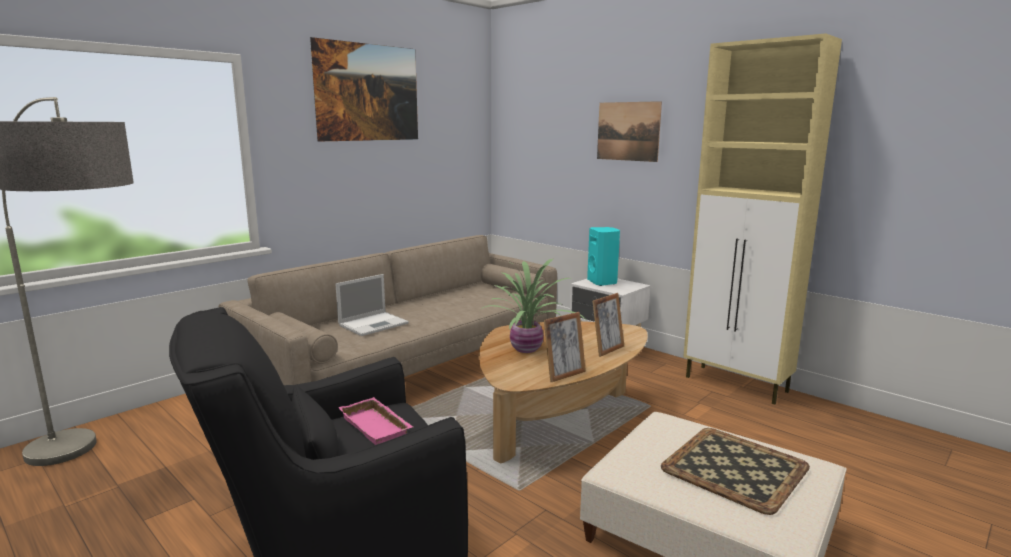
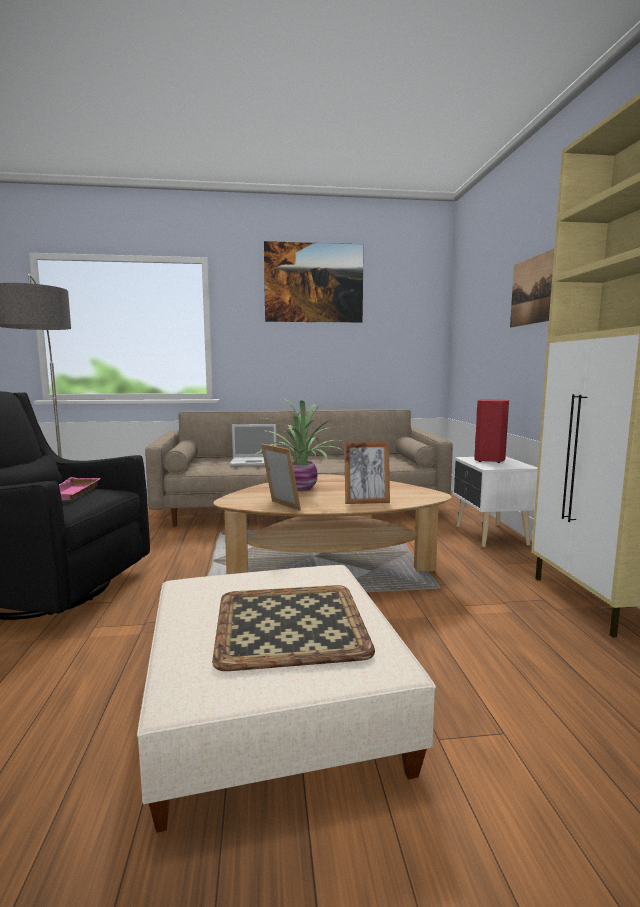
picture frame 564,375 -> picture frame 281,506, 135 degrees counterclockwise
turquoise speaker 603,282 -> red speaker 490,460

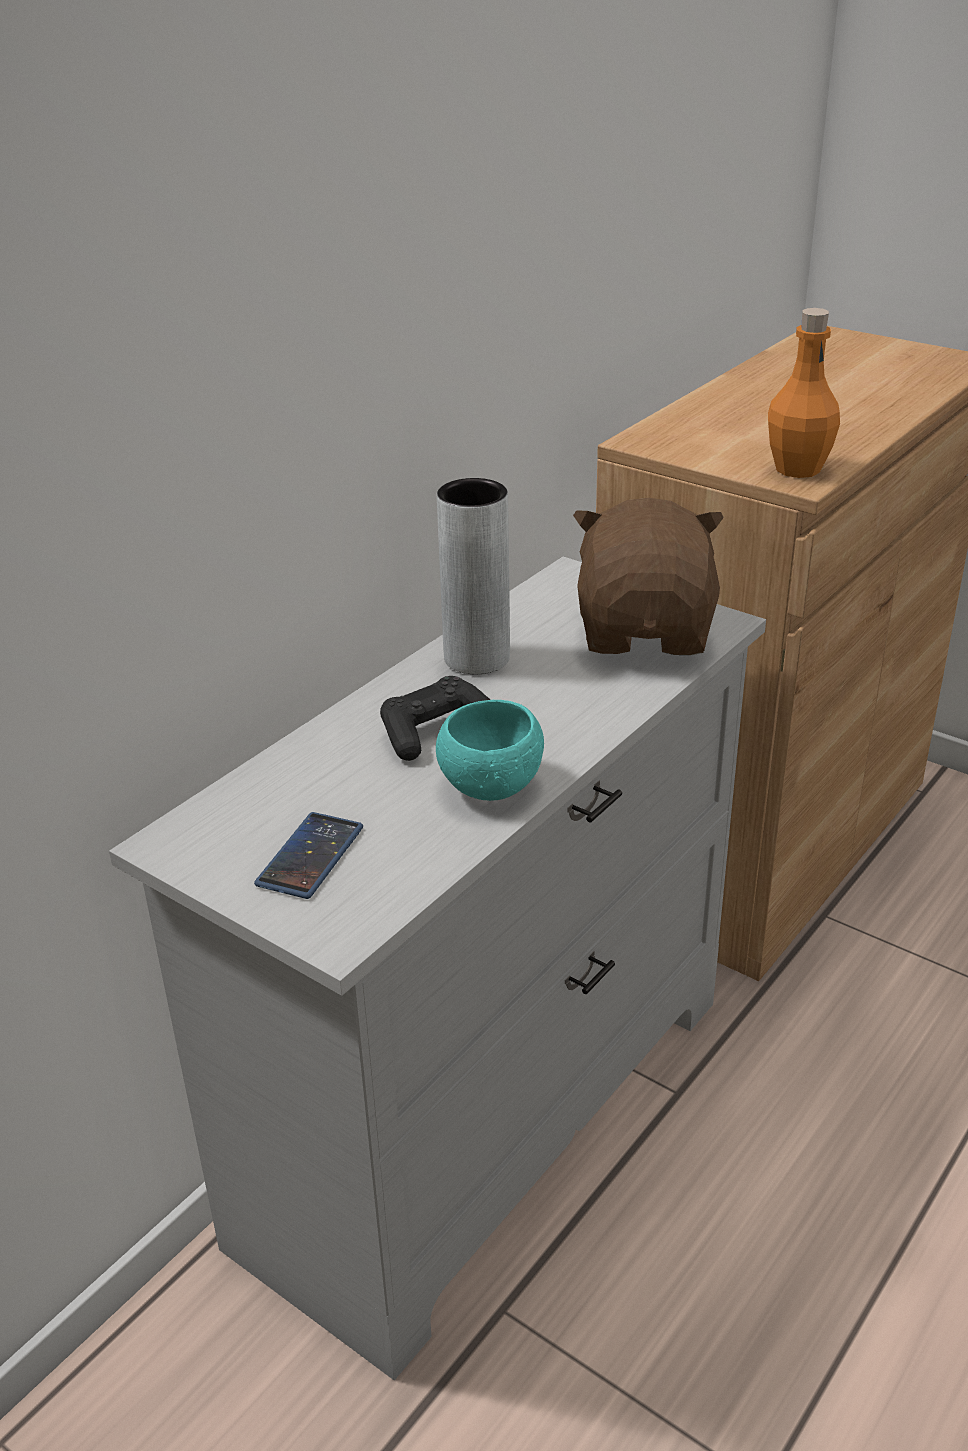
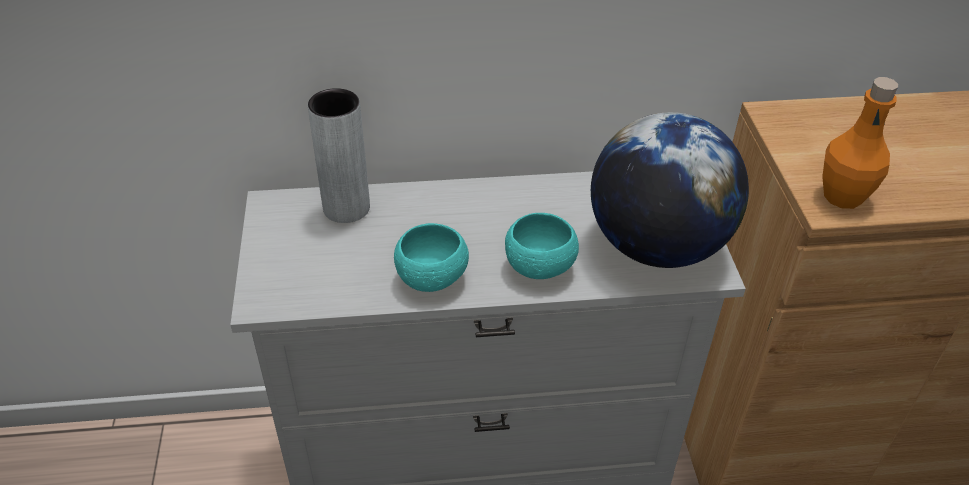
grey vase 477,658 -> grey vase 346,208, move
none -> turquoise bowl 539,267
brown plush toy 646,632 -> globe 656,247
phone 310,856 -> none
black game controller 435,731 -> none

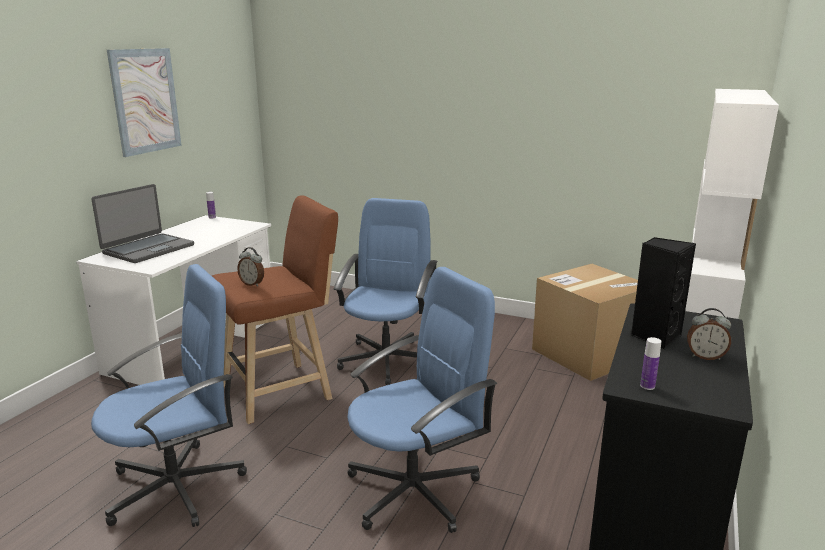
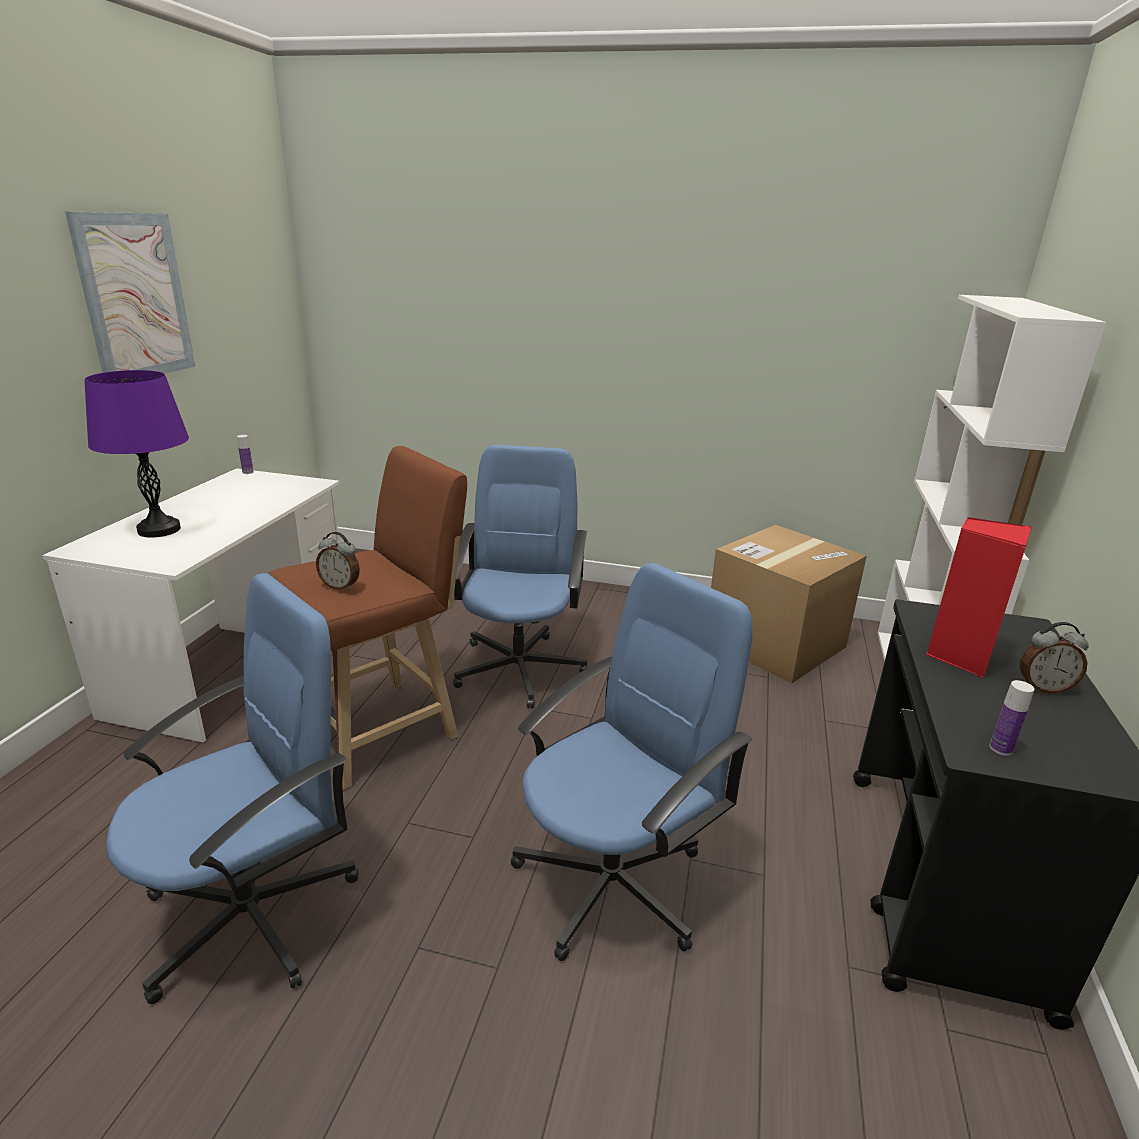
laptop 148,249 -> purple table lamp 159,530
black speaker 655,336 -> red speaker 959,656

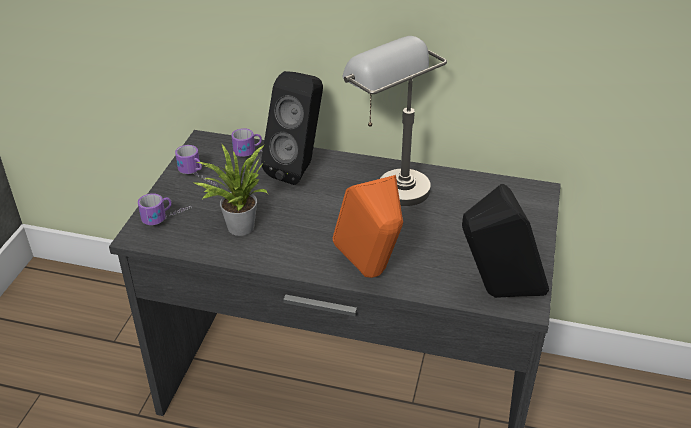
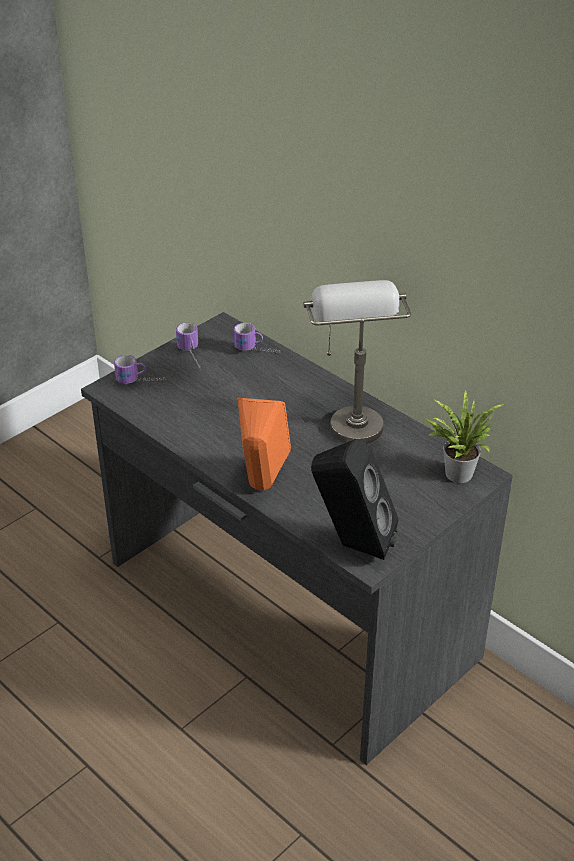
potted plant 237,225 -> potted plant 456,472, move
black speaker 299,169 -> none

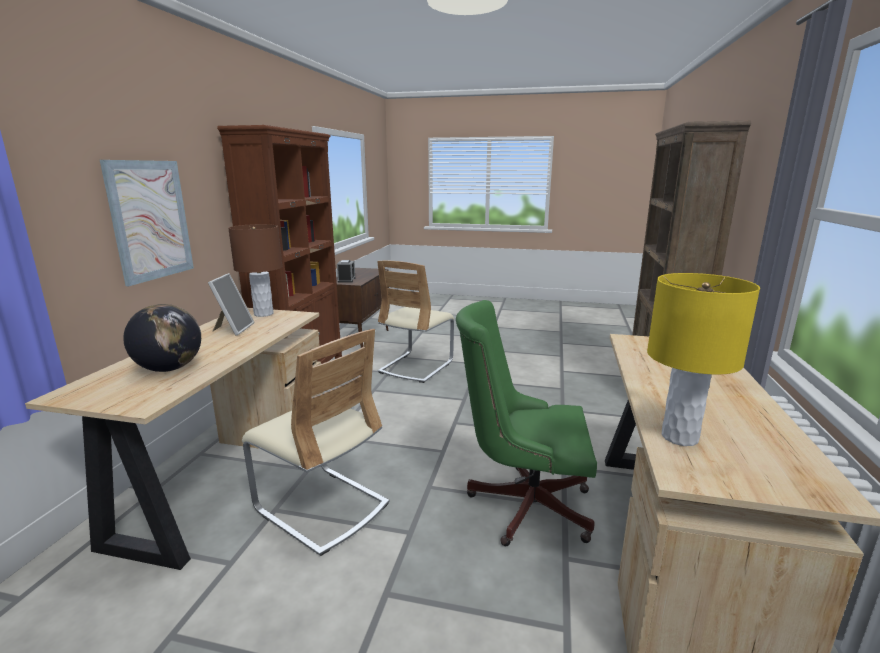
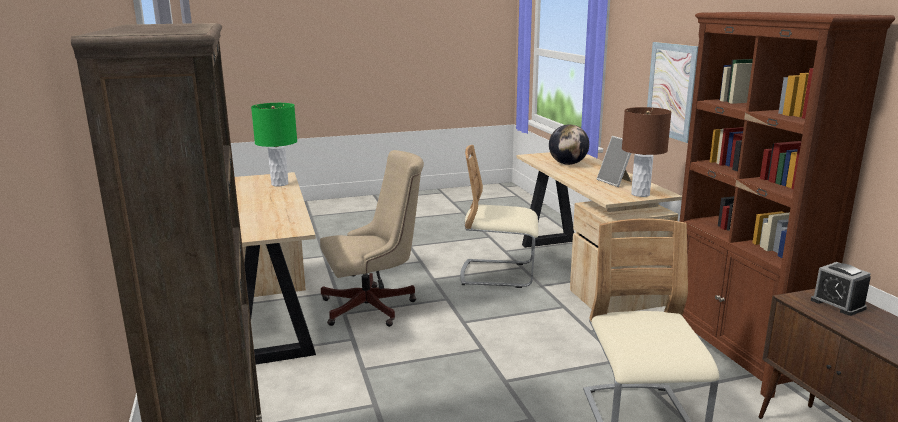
yellow table lamp 679,437 -> green table lamp 279,184
green office chair 522,504 -> beige office chair 374,307

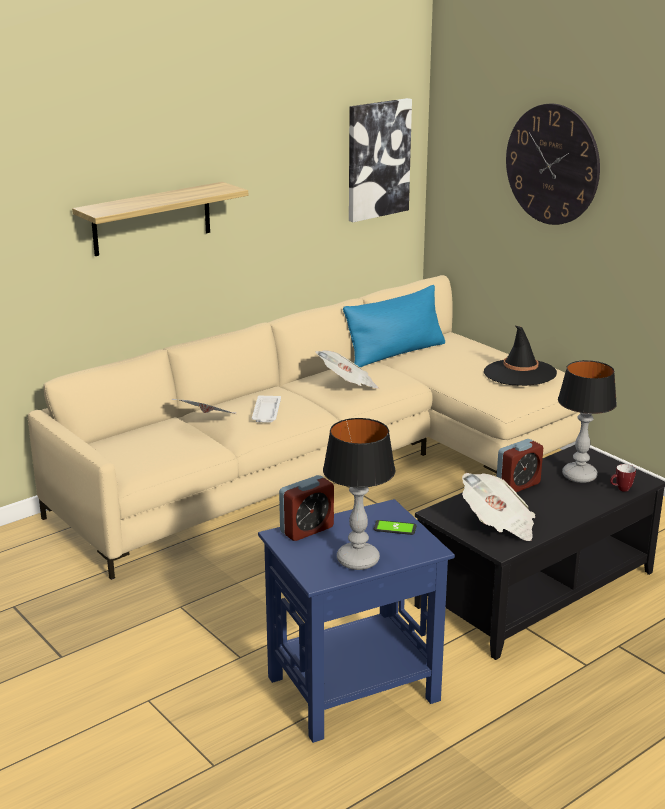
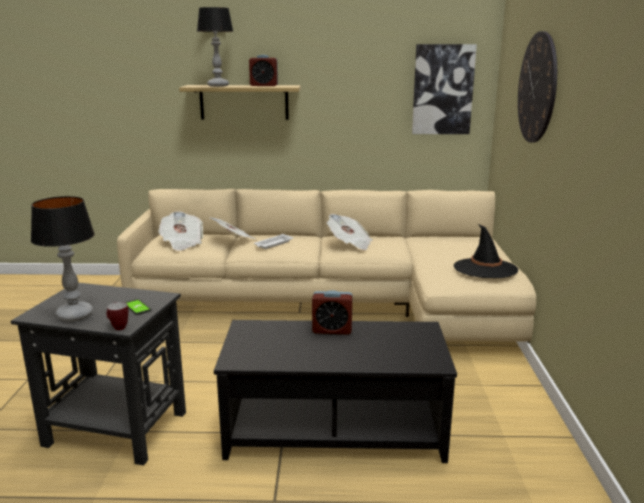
blue side table 351,689 -> black side table 115,428
mug 621,489 -> mug 117,327, move
newspaper 498,525 -> newspaper 182,243, move
table lamp 578,476 -> table lamp 217,86, move
alarm clock 307,530 -> alarm clock 264,85, move
blue pillow 396,353 -> none

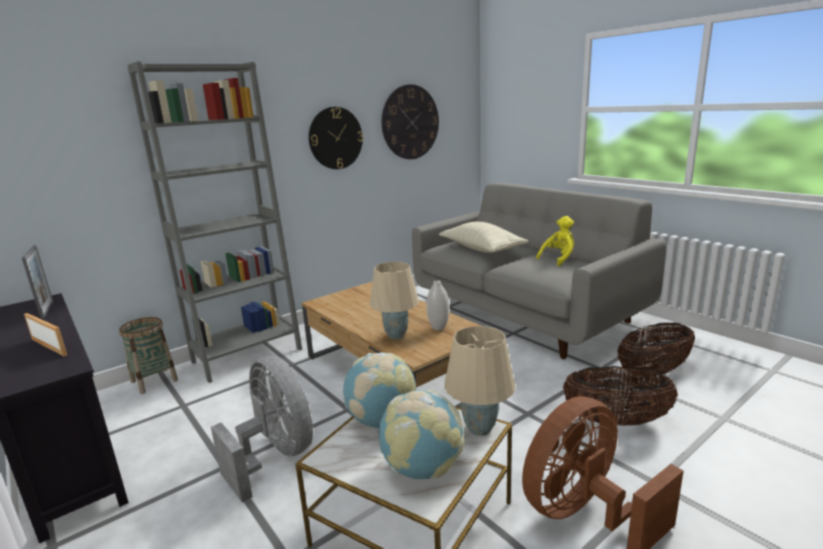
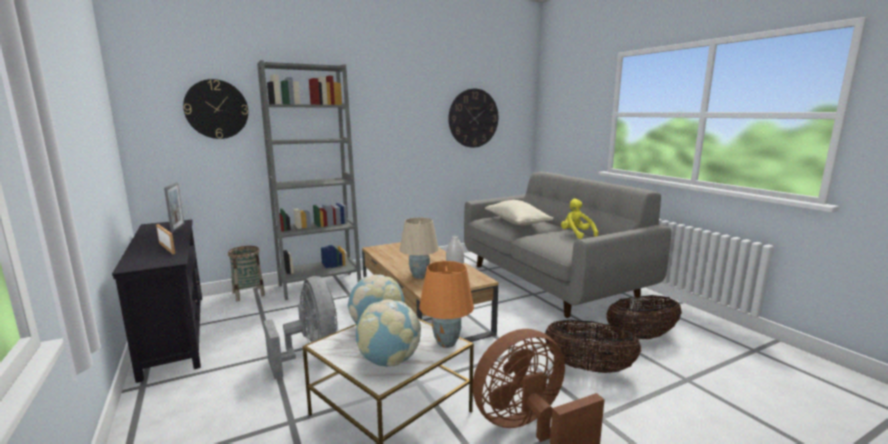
wall clock 335,138 -> wall clock 216,109, move
beige table lamp 479,429 -> orange table lamp 445,343
yellow plush toy 558,258 -> yellow plush toy 576,235, 90 degrees counterclockwise

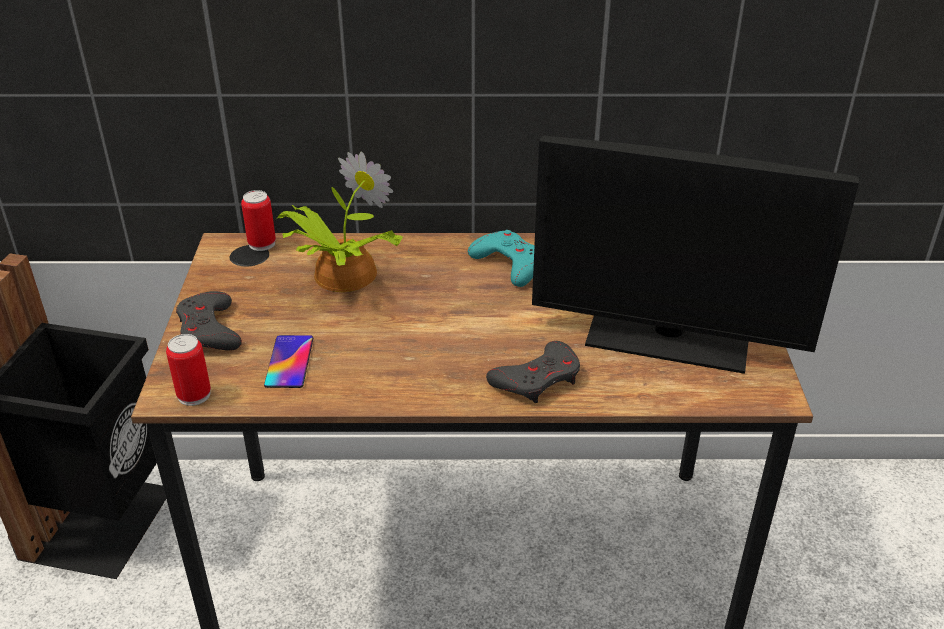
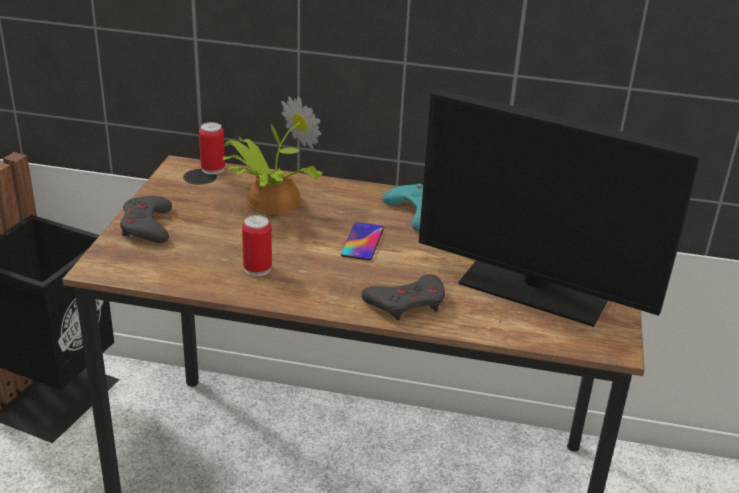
can 194,395 -> can 257,268, move
phone 289,362 -> phone 362,242, move

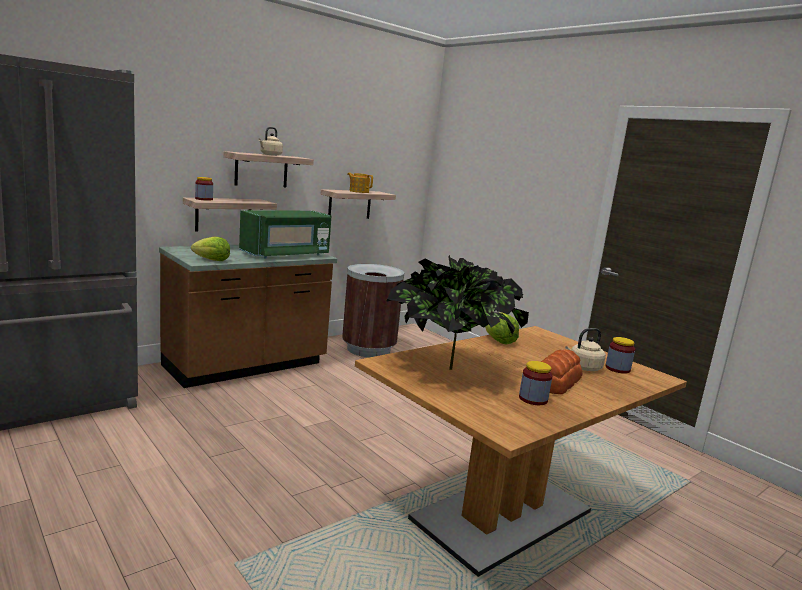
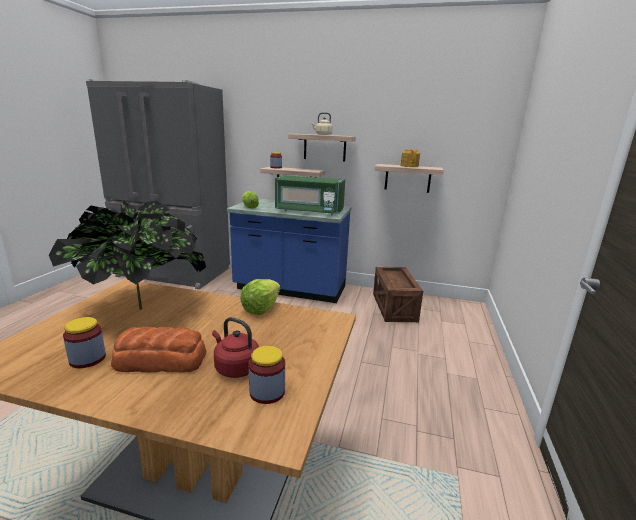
beige kettle 583,368 -> red kettle 235,368
brown counter 246,366 -> blue counter 290,289
brown trash can 369,349 -> crate 394,307

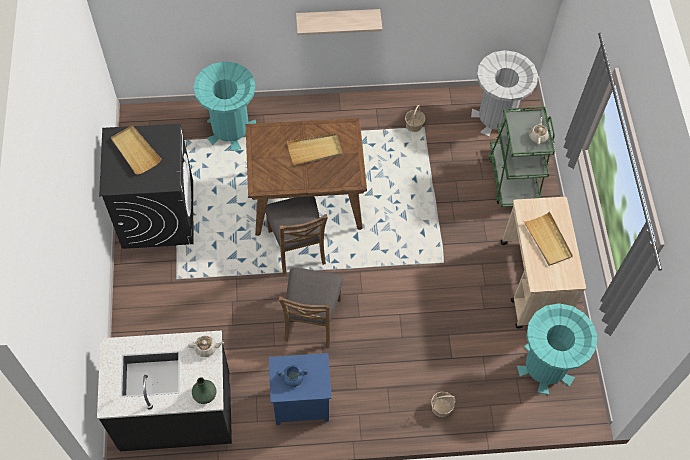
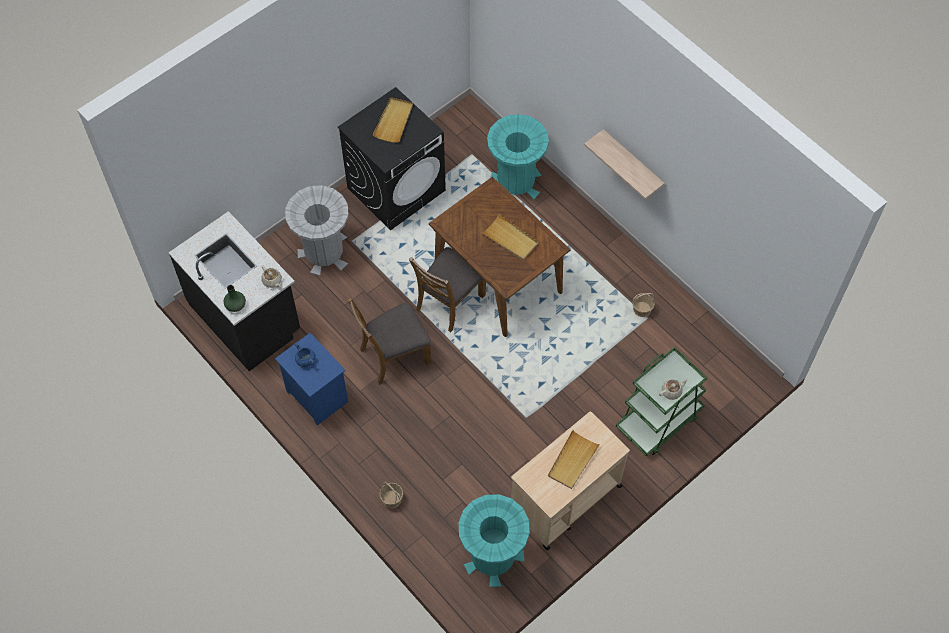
grey trash can 496,117 -> grey trash can 324,252, move

